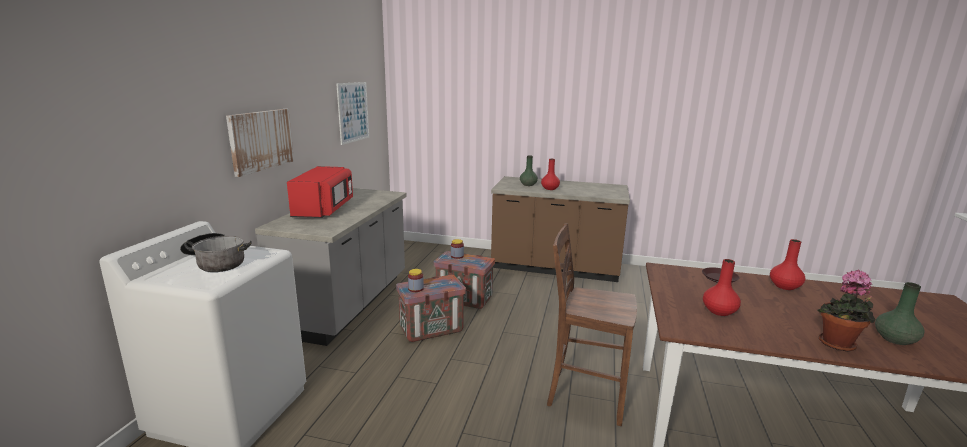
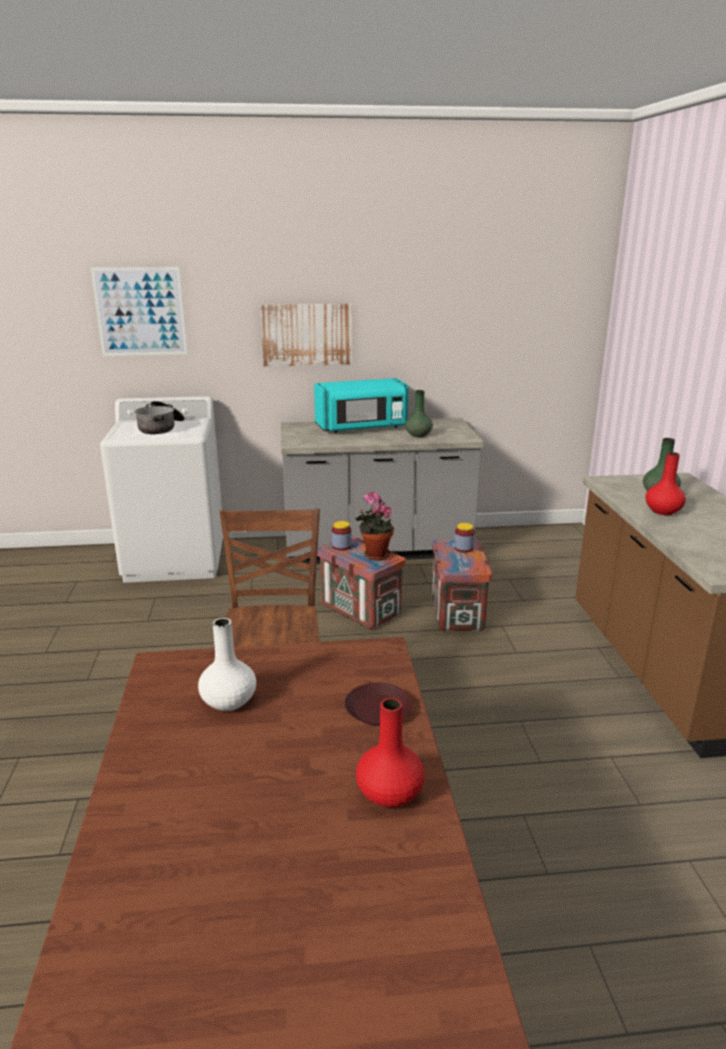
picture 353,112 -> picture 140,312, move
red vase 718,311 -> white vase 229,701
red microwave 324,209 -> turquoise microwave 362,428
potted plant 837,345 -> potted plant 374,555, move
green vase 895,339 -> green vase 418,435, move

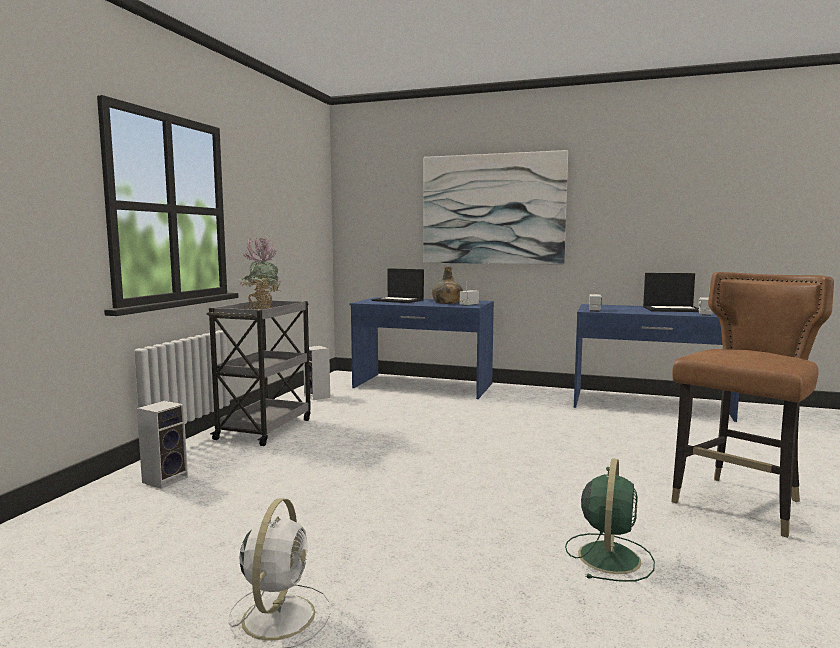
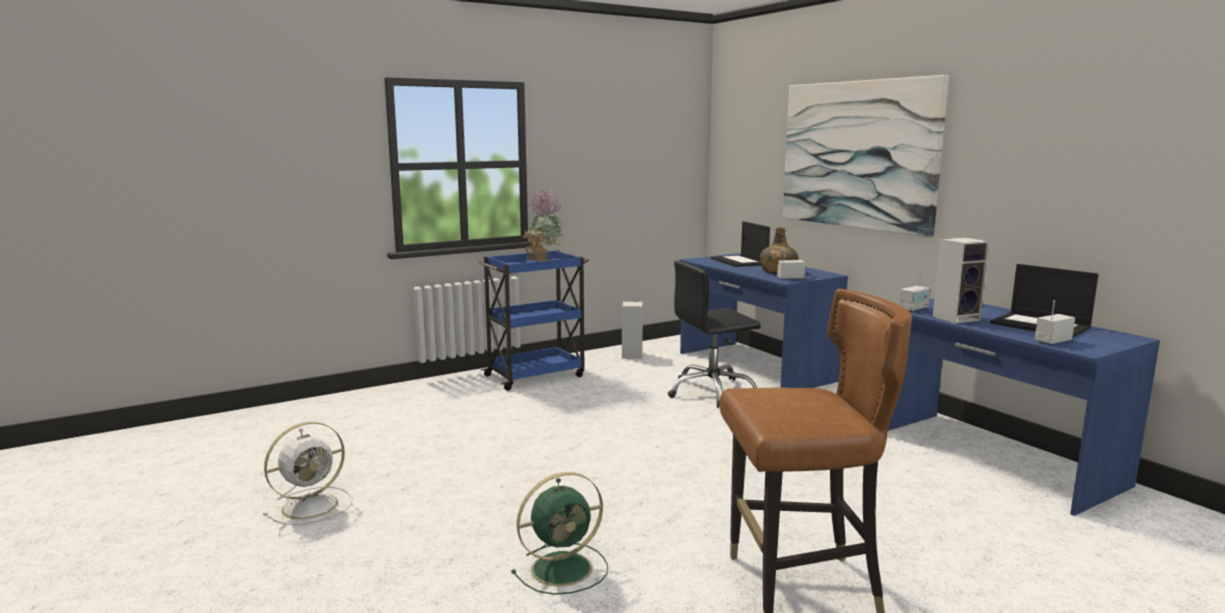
grey cart 265,428 -> blue cart 536,375
none -> black office chair 712,392
speaker 166,479 -> speaker 956,318, move

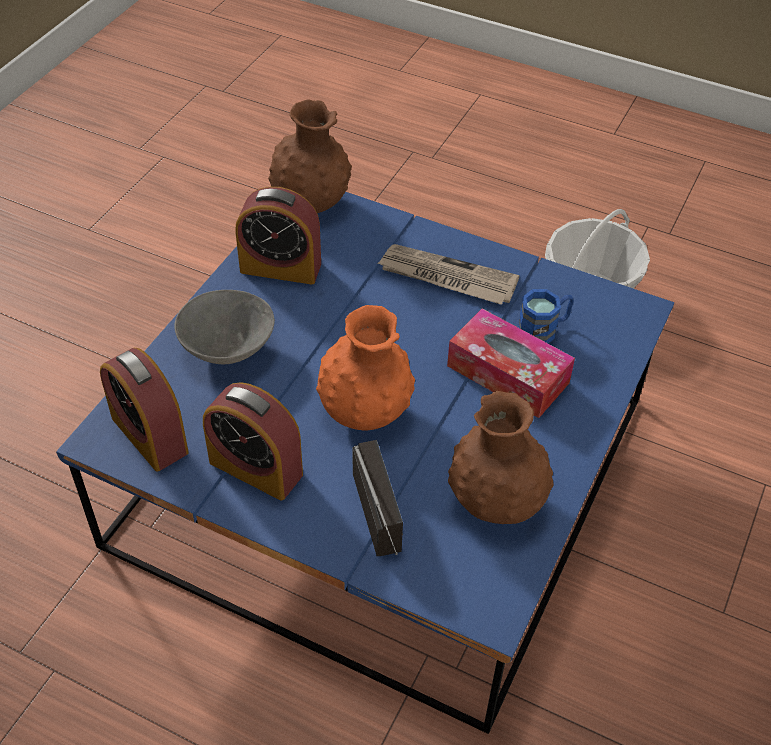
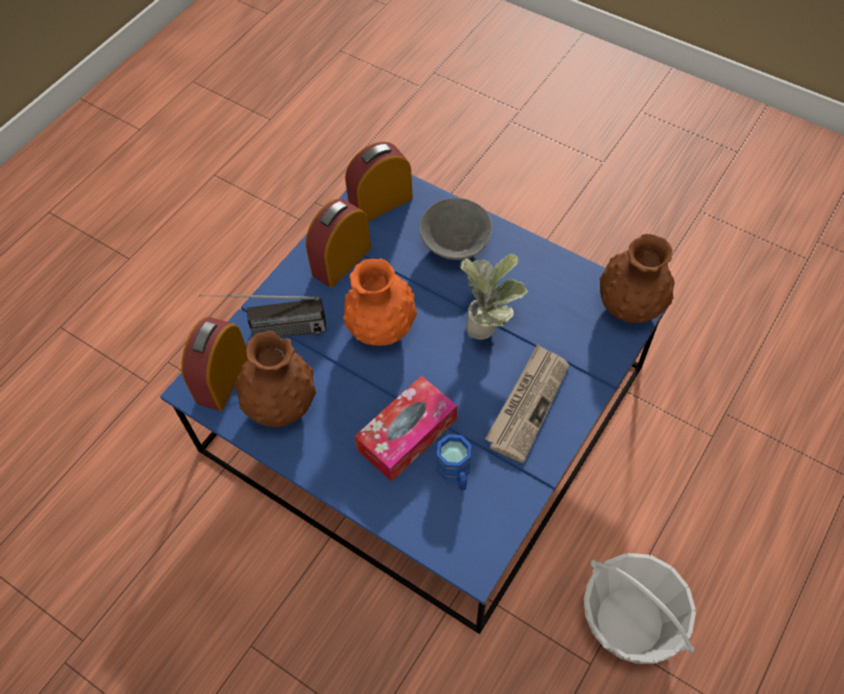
alarm clock 280,267 -> alarm clock 223,378, move
none -> potted plant 488,324

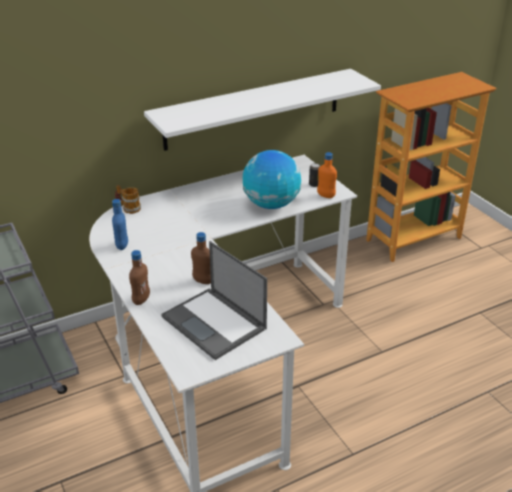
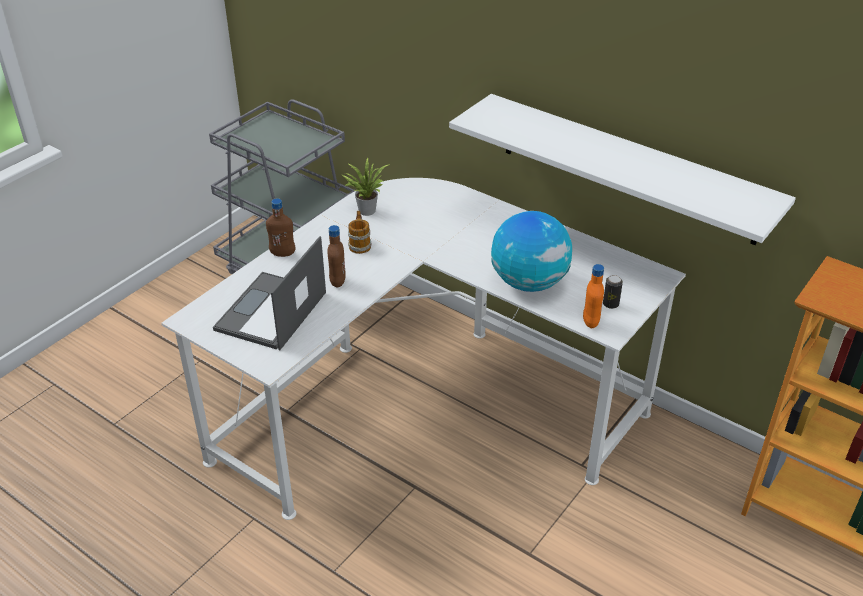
blue bottle 122,245 -> potted plant 365,209
mug 128,208 -> mug 360,244, move

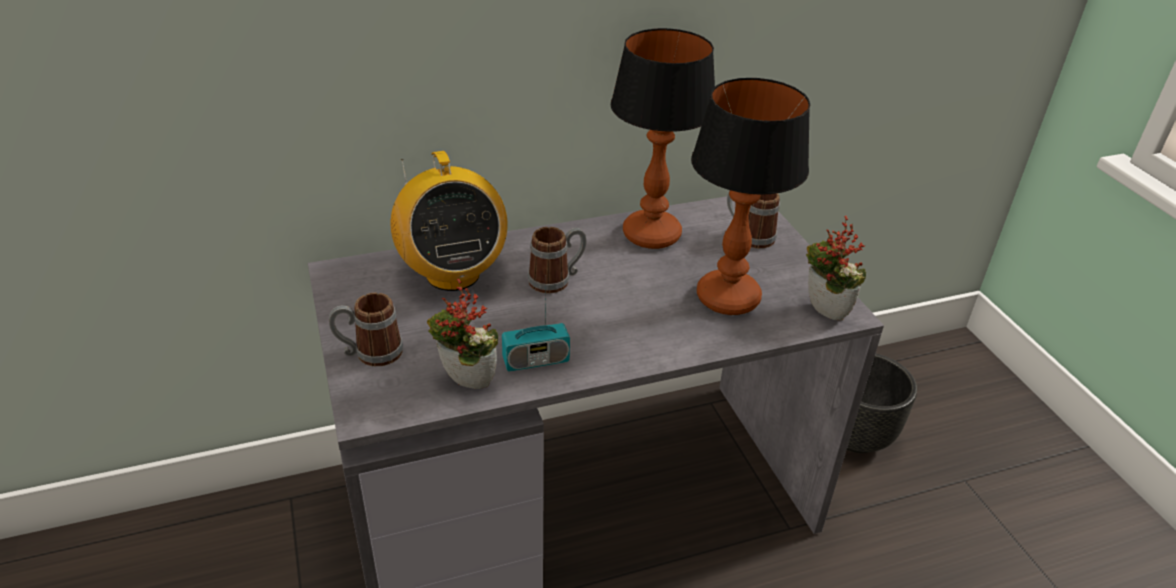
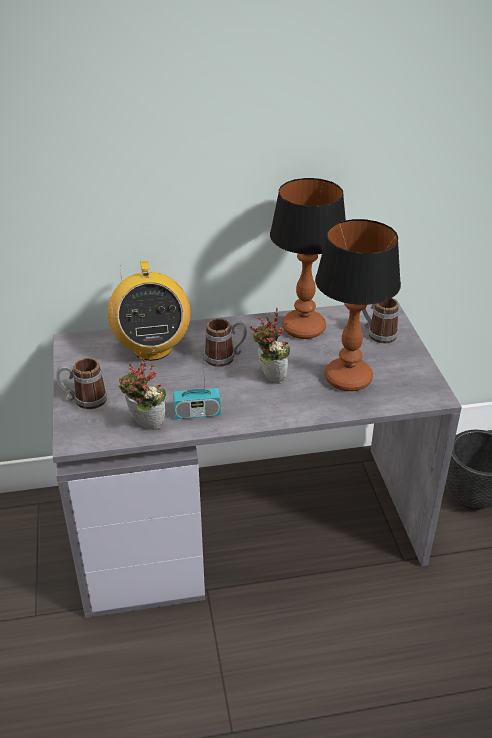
potted plant 822,313 -> potted plant 269,377, move

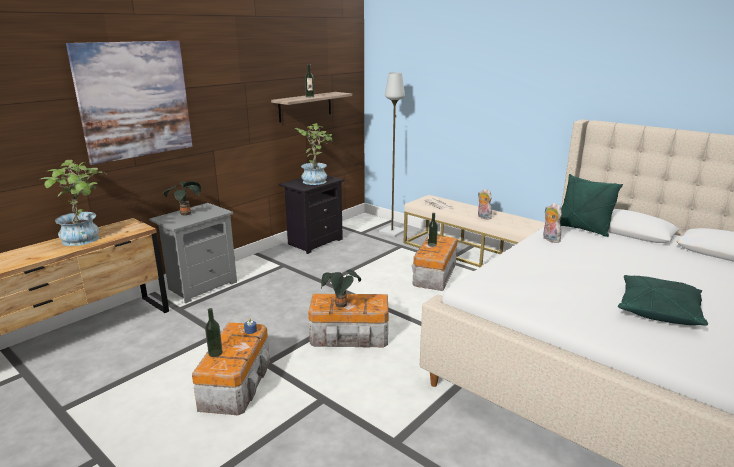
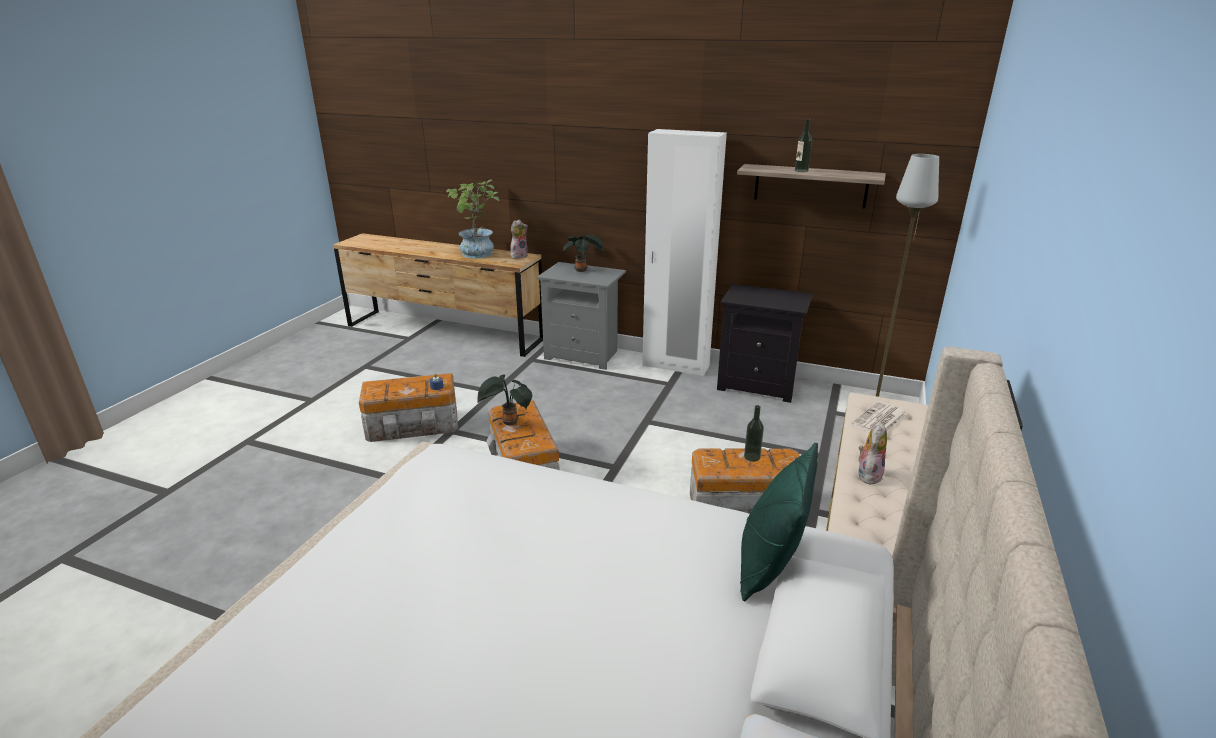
plush toy 549,239 -> plush toy 519,256, move
none -> white wardrobe 675,366
picture 135,100 -> none
bottle 215,353 -> none
potted plant 316,180 -> none
green pillow 658,311 -> none

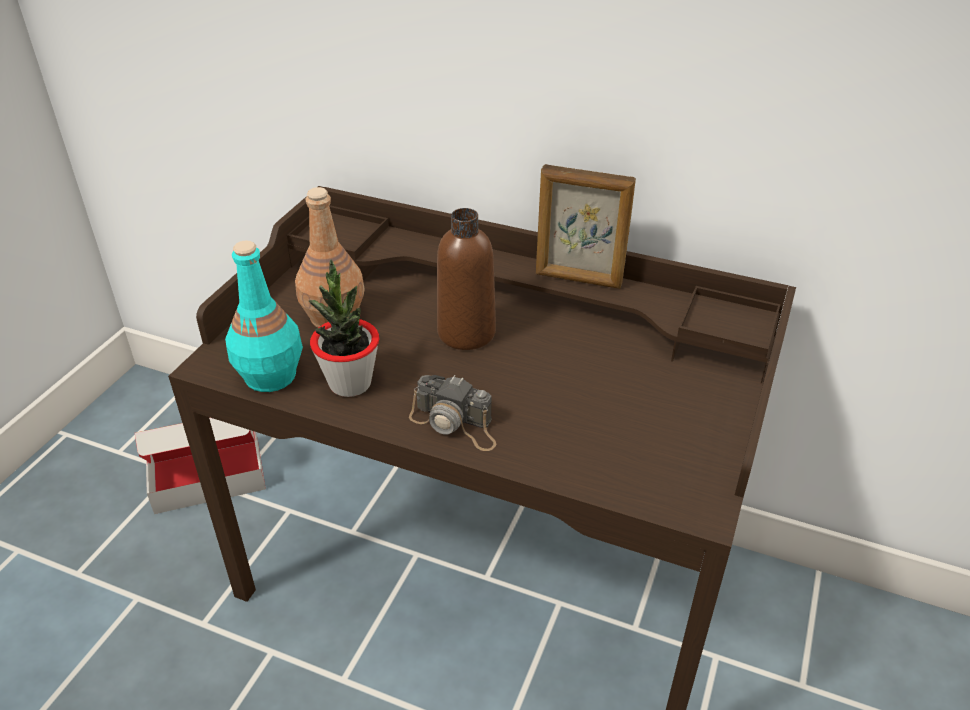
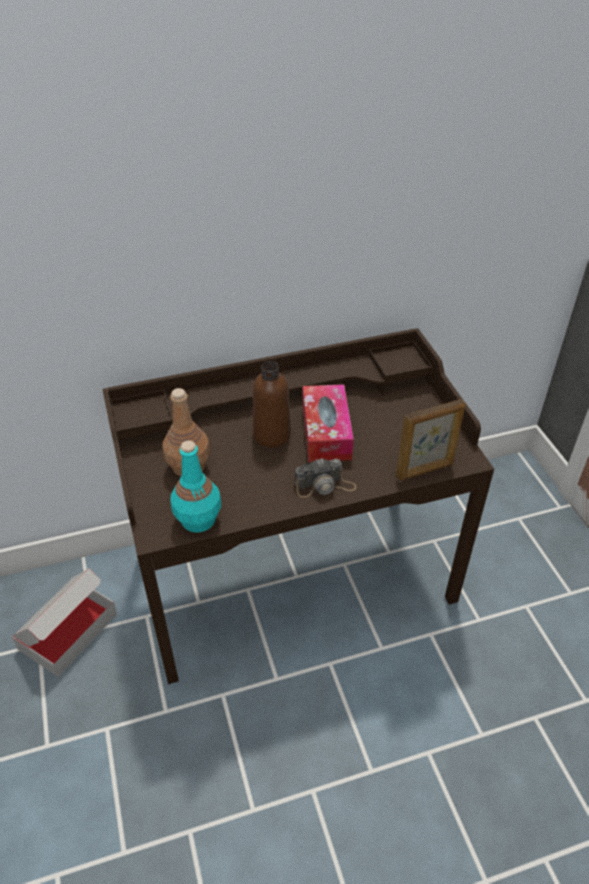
none -> tissue box 326,432
picture frame 578,279 -> picture frame 425,470, move
potted plant 350,383 -> none

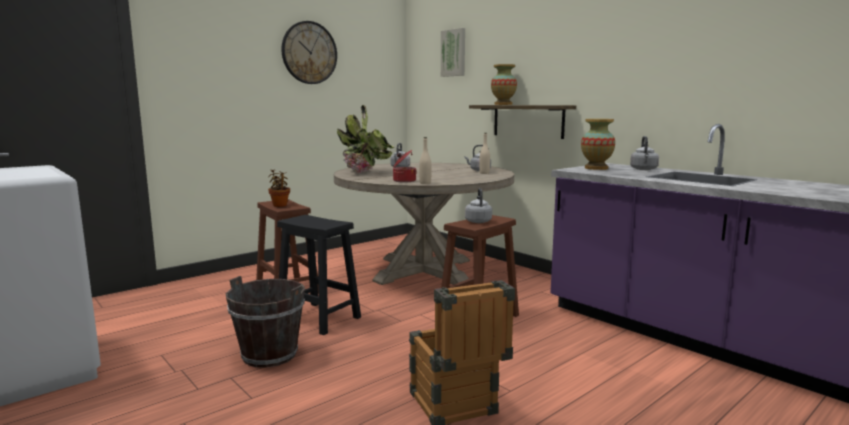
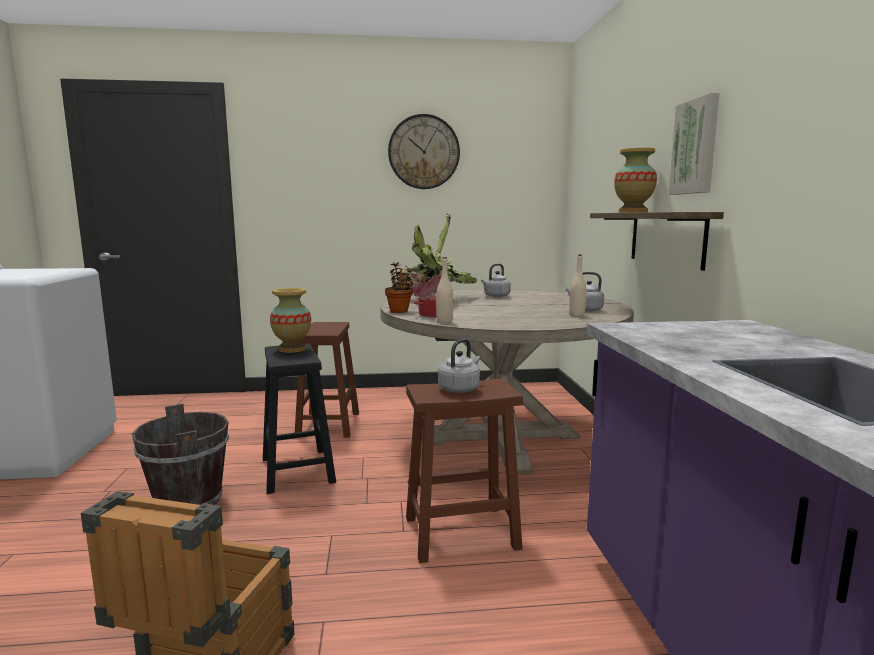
vase 596,168 -> vase 292,349, move
potted plant 280,205 -> potted plant 400,311, move
picture 454,53 -> picture 696,147, move
grey kettle 644,169 -> none

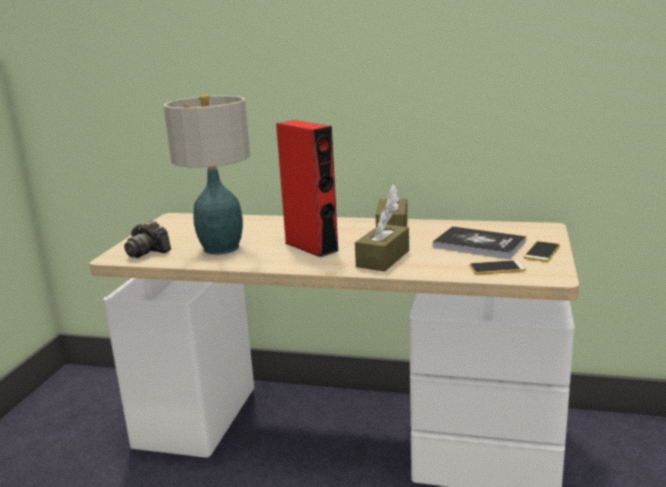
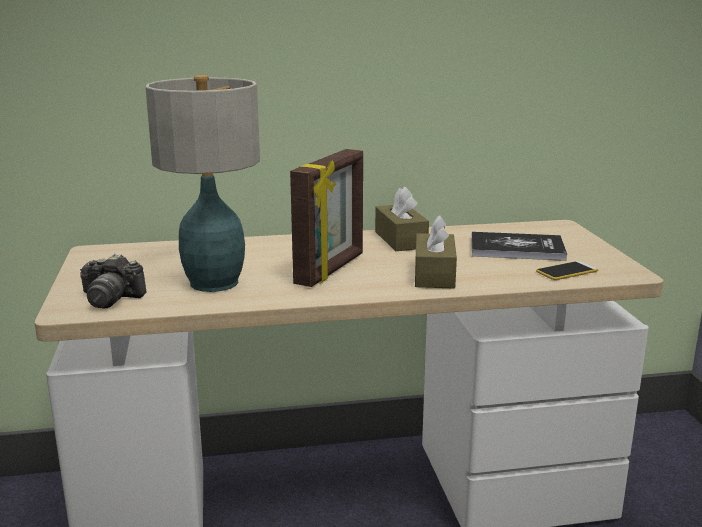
red speaker 311,247 -> picture frame 331,269
phone 542,252 -> none

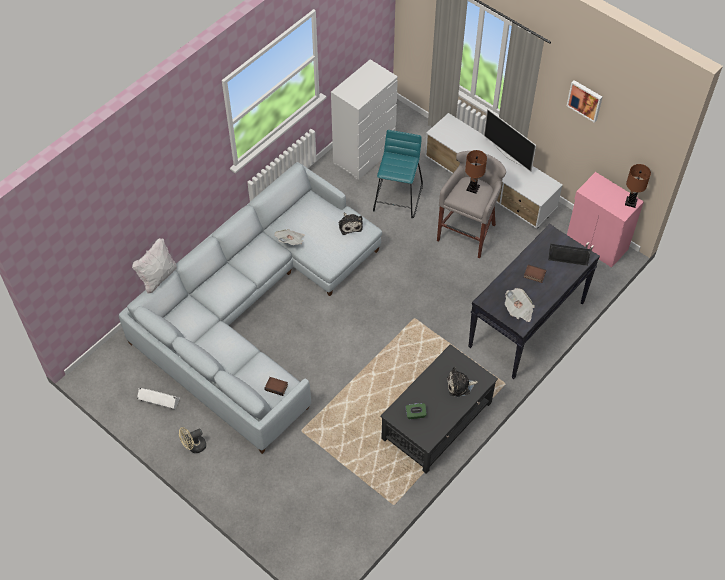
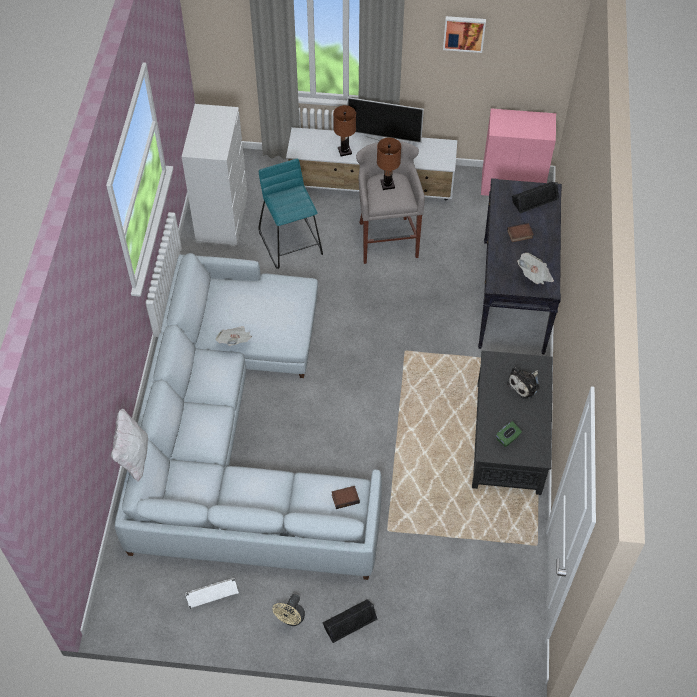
none -> black speaker 349,621
brown table lamp 631,202 -> brown table lamp 345,151, move
plush toy 350,225 -> none

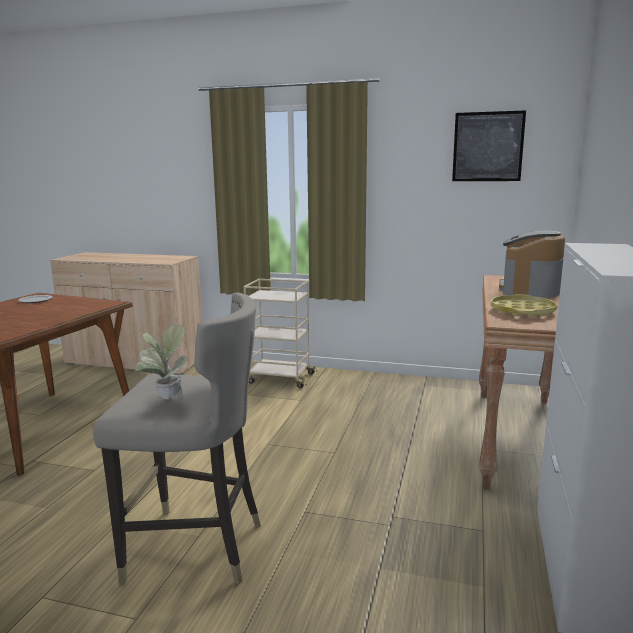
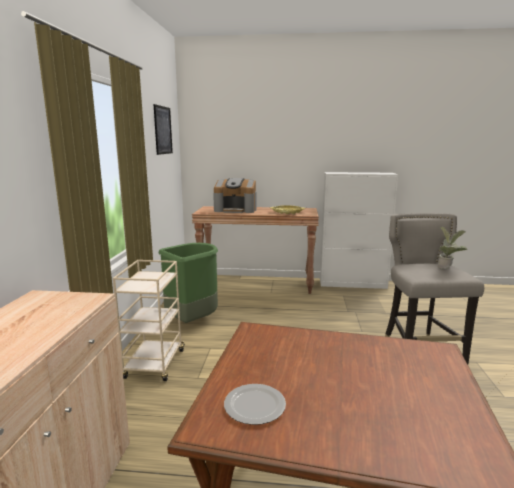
none -> green trash can 192,321

